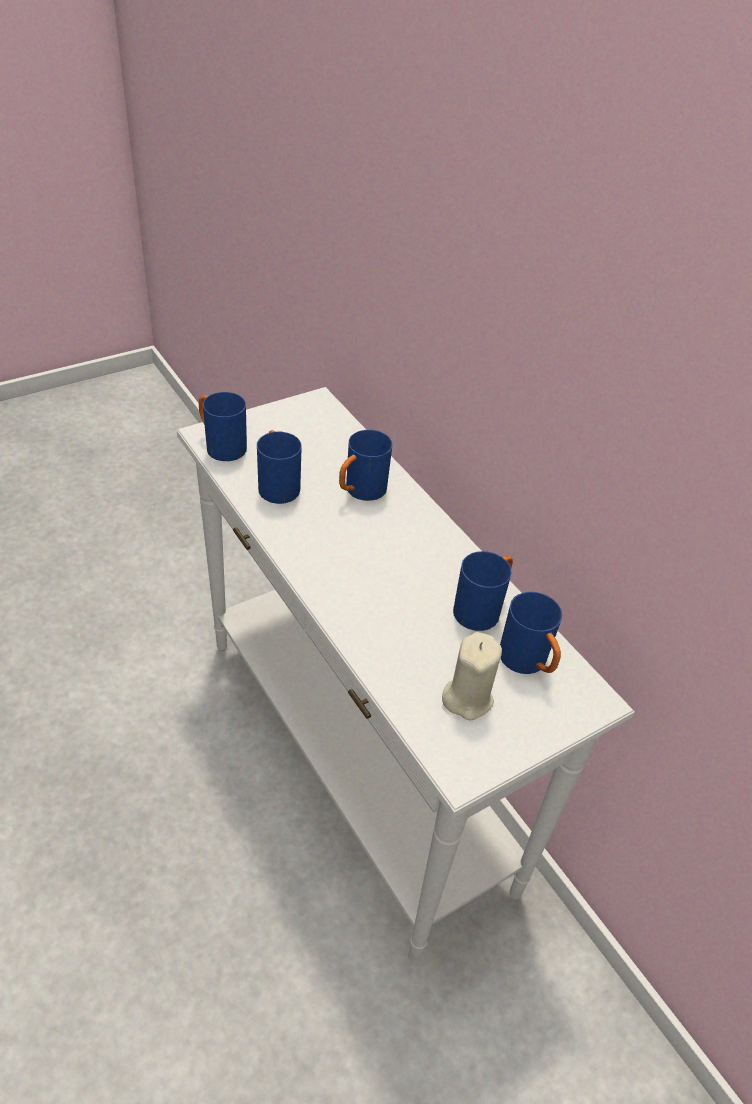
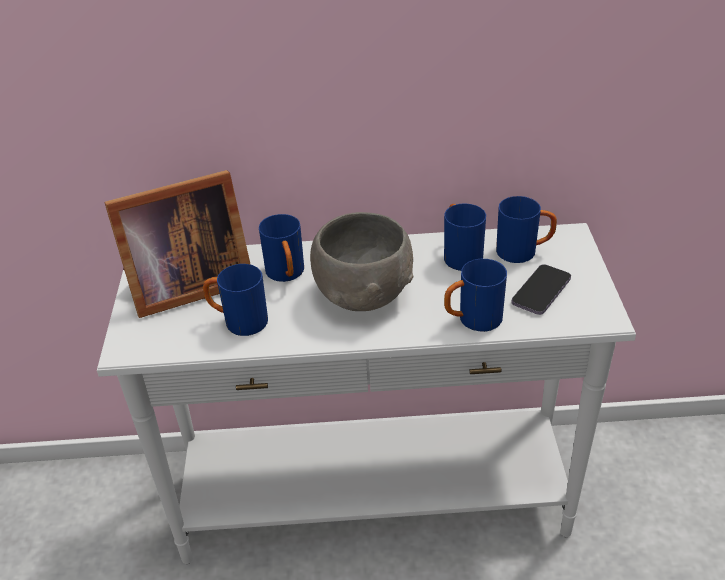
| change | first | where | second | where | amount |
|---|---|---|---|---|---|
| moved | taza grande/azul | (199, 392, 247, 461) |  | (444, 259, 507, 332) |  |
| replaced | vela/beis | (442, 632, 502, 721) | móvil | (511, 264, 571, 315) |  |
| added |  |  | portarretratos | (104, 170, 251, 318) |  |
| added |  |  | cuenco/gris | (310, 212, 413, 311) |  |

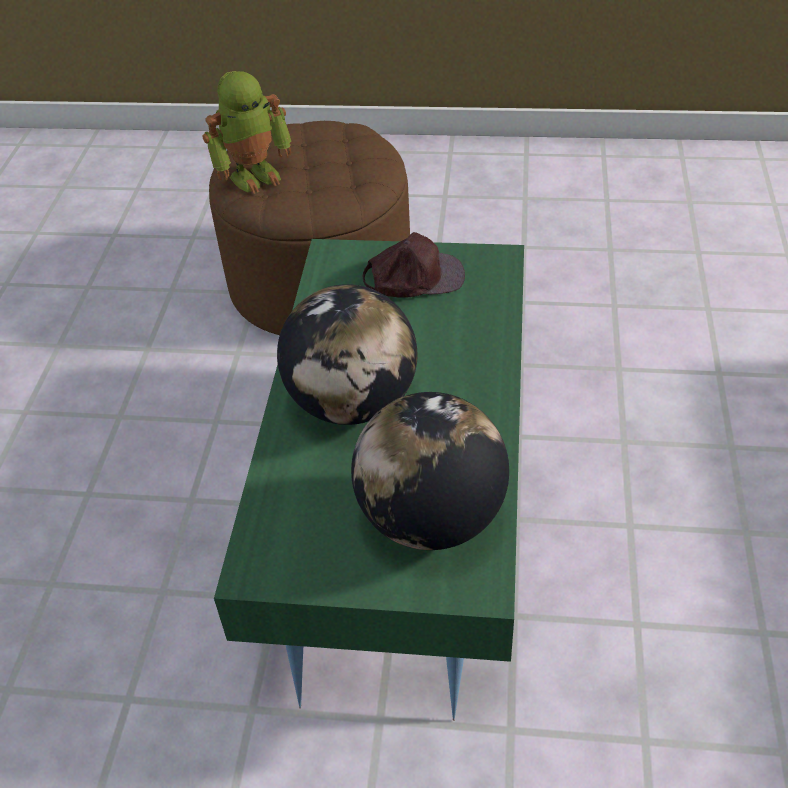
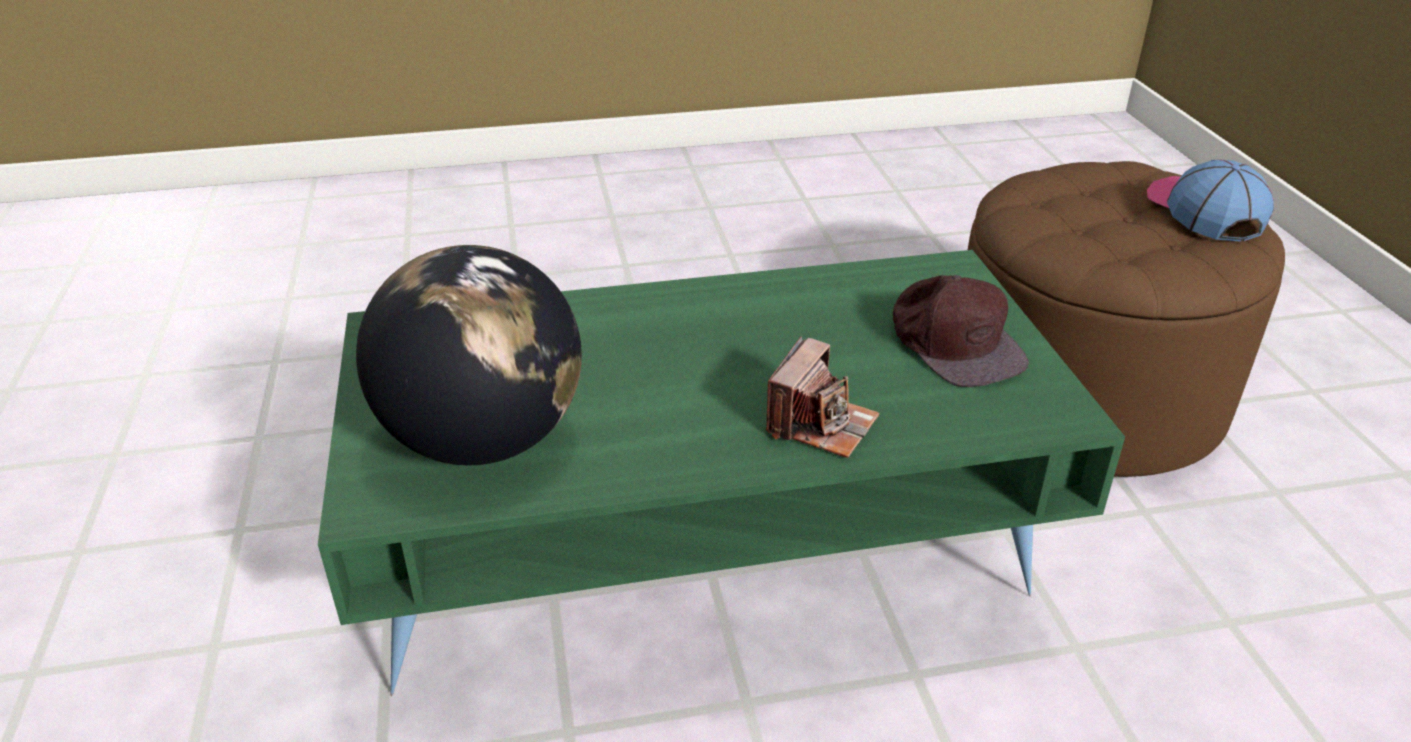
| change | first | where | second | where | amount |
|---|---|---|---|---|---|
| removed | robot de juguete | (202, 71, 292, 194) |  |  |  |
| removed | globo terráqueo | (277, 284, 418, 425) |  |  |  |
| added |  |  | gorra | (1147, 159, 1274, 242) |  |
| added |  |  | cámara | (766, 336, 879, 458) |  |

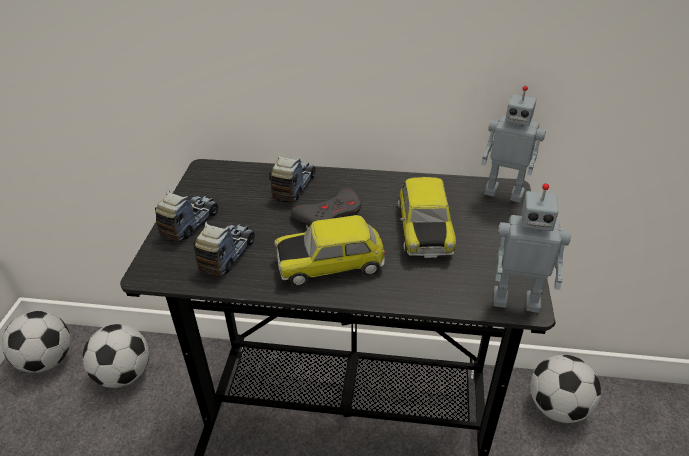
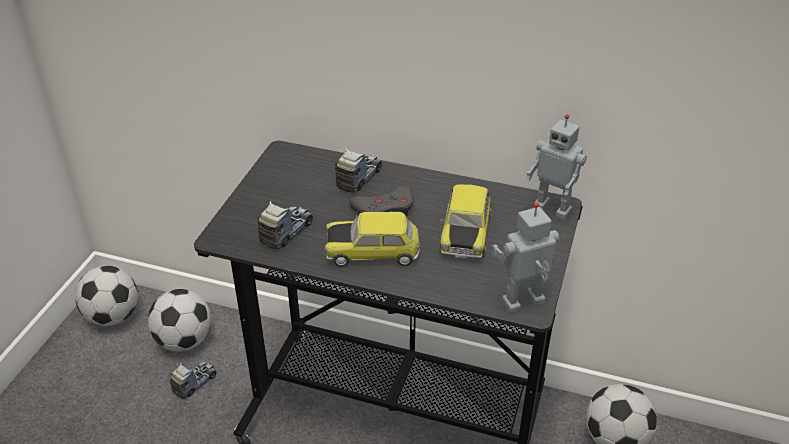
| change | first | where | second | where | amount |
|---|---|---|---|---|---|
| turned | robot de juguete | (493, 184, 571, 313) |  | (491, 202, 559, 313) | 135 degrees clockwise |
| moved | camión de juguete | (155, 190, 218, 243) |  | (170, 362, 217, 399) |  |

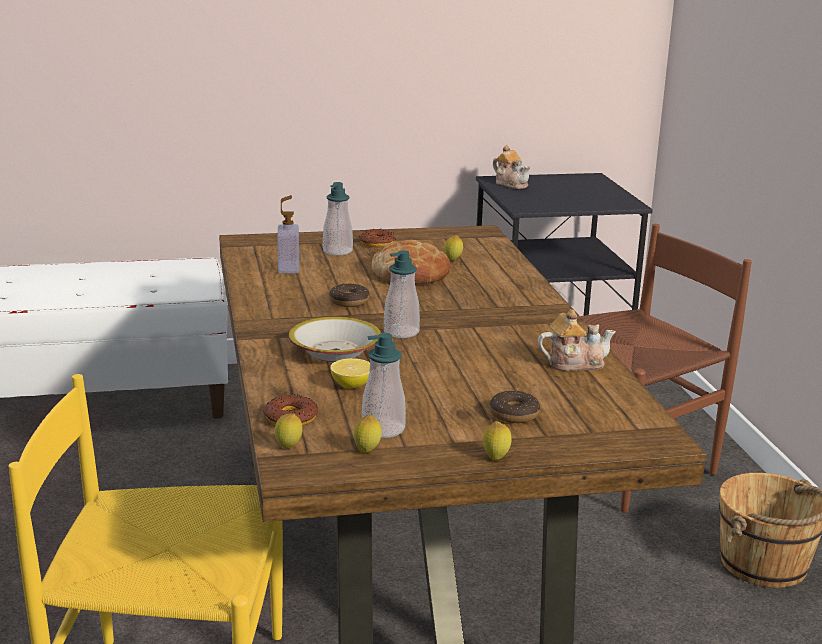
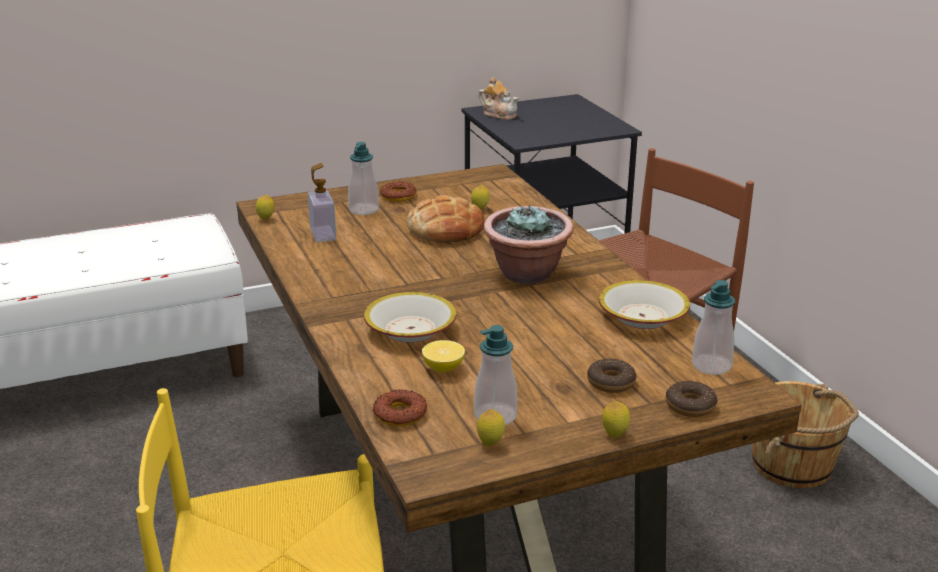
| change | first | where | second | where | amount |
|---|---|---|---|---|---|
| moved | dispensador de jabón | (384, 250, 420, 338) |  | (692, 280, 735, 375) |  |
| moved | rosquilla | (329, 284, 369, 307) |  | (666, 381, 718, 417) |  |
| replaced | tetera | (538, 309, 616, 371) | cuenco | (599, 280, 690, 329) |  |
| moved | limón | (275, 413, 303, 448) |  | (256, 195, 275, 219) |  |
| added |  |  | planta en maceta | (484, 206, 573, 284) |  |

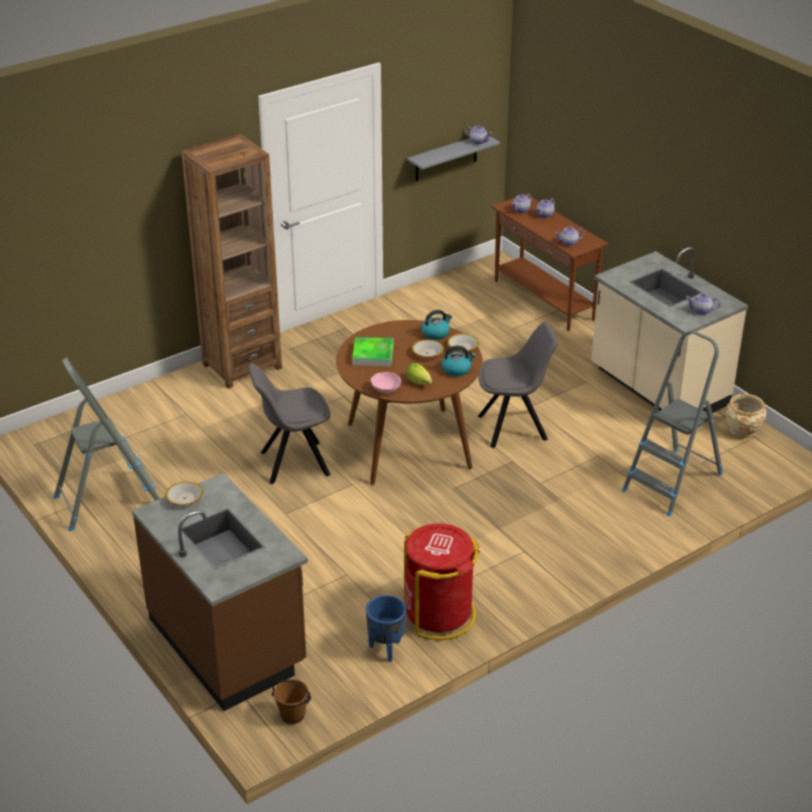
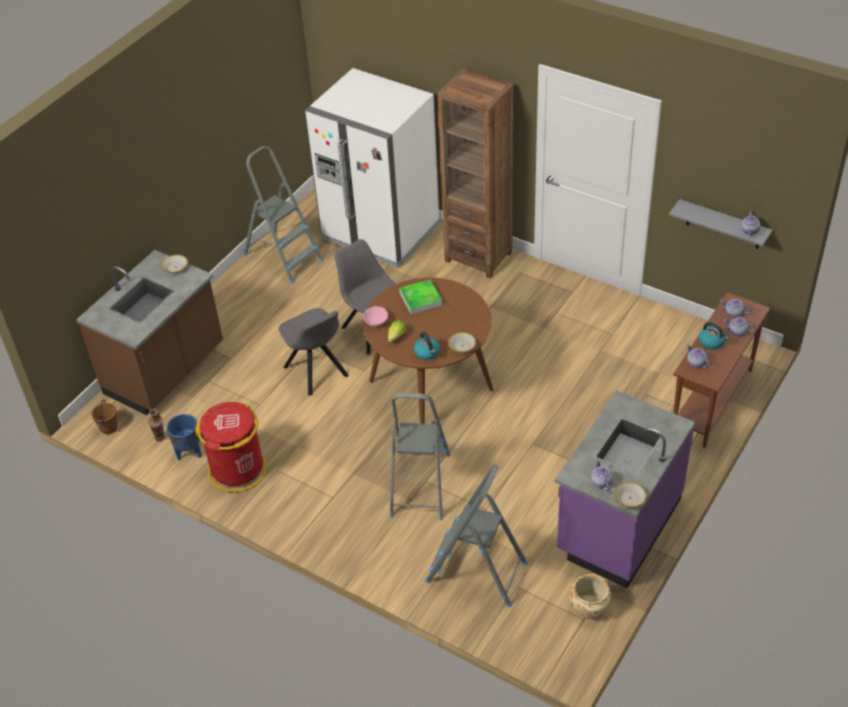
| change | first | where | second | where | amount |
|---|---|---|---|---|---|
| recoloured | mueble bajo de cocina/beis | (591, 247, 748, 413) | mueble bajo de cocina/morado | (555, 390, 695, 588) |  |
| moved | hervidor | (421, 310, 452, 340) |  | (699, 322, 728, 349) |  |
| moved | silla/gris | (478, 322, 559, 448) |  | (279, 308, 349, 396) |  |
| moved | cuenco | (412, 339, 444, 359) |  | (614, 482, 647, 508) |  |
| added |  |  | nevera/blanco | (305, 68, 440, 268) |  |
| added |  |  | escalera de tijera/gris | (390, 393, 450, 520) |  |
| added |  |  | florero | (148, 409, 165, 442) |  |

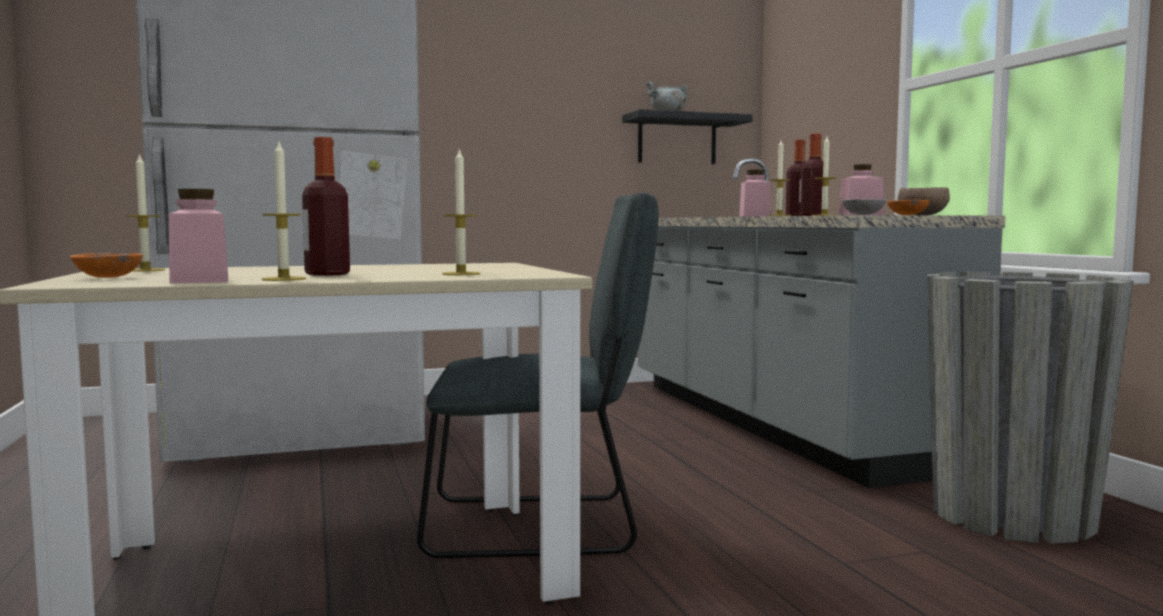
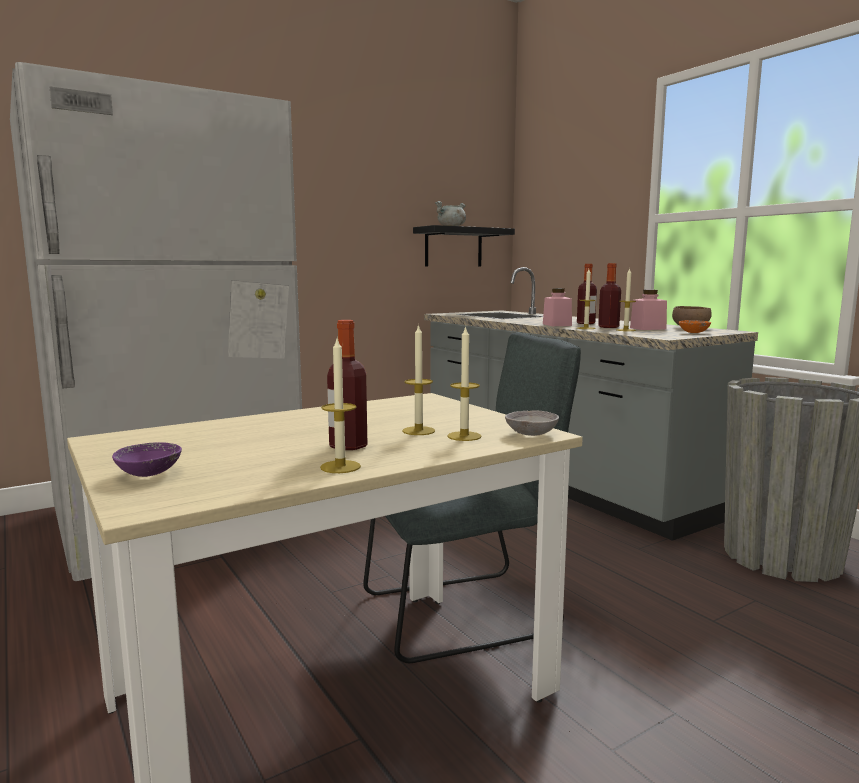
| change | first | where | second | where | amount |
|---|---|---|---|---|---|
| moved | vela | (126, 153, 165, 272) |  | (403, 324, 435, 435) |  |
| removed | tarro/rosa | (169, 189, 228, 284) |  |  |  |
| moved | cuenco/gris | (841, 199, 886, 215) |  | (505, 410, 559, 436) |  |
| recoloured | cuenco/naranja | (70, 253, 143, 278) | cuenco/morado | (112, 442, 182, 477) |  |

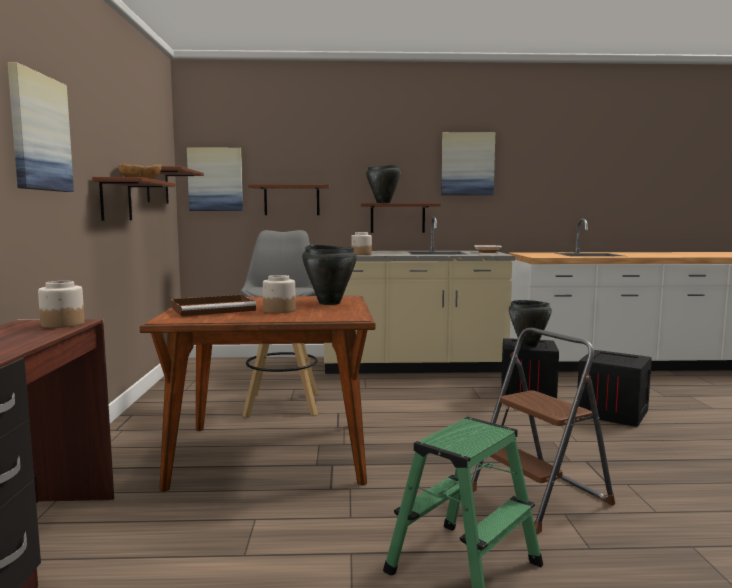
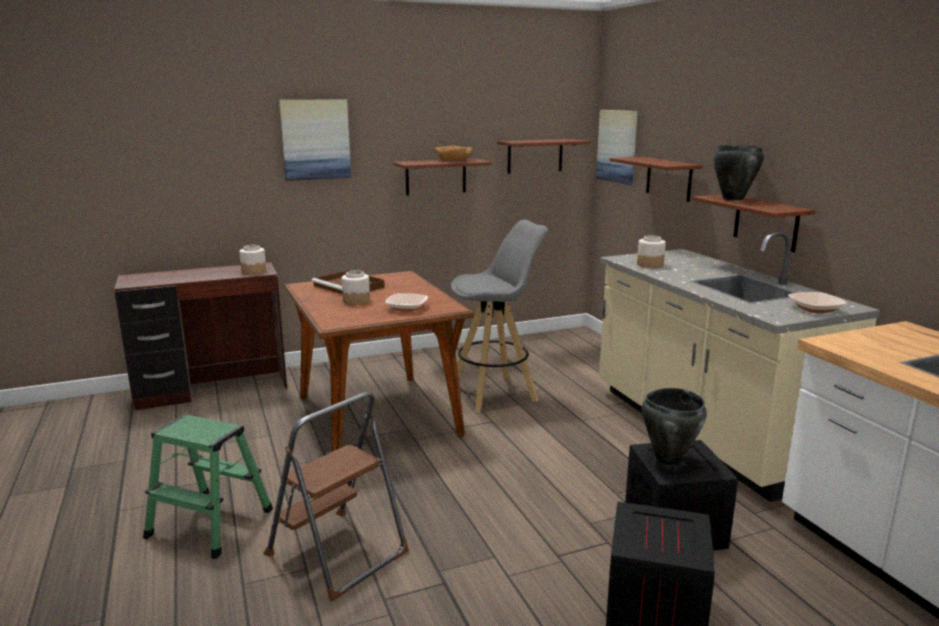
| change | first | where | second | where | amount |
|---|---|---|---|---|---|
| removed | cuadro | (441, 132, 495, 195) |  |  |  |
| replaced | olla/negro | (302, 245, 357, 305) | cuenco | (385, 293, 428, 312) |  |

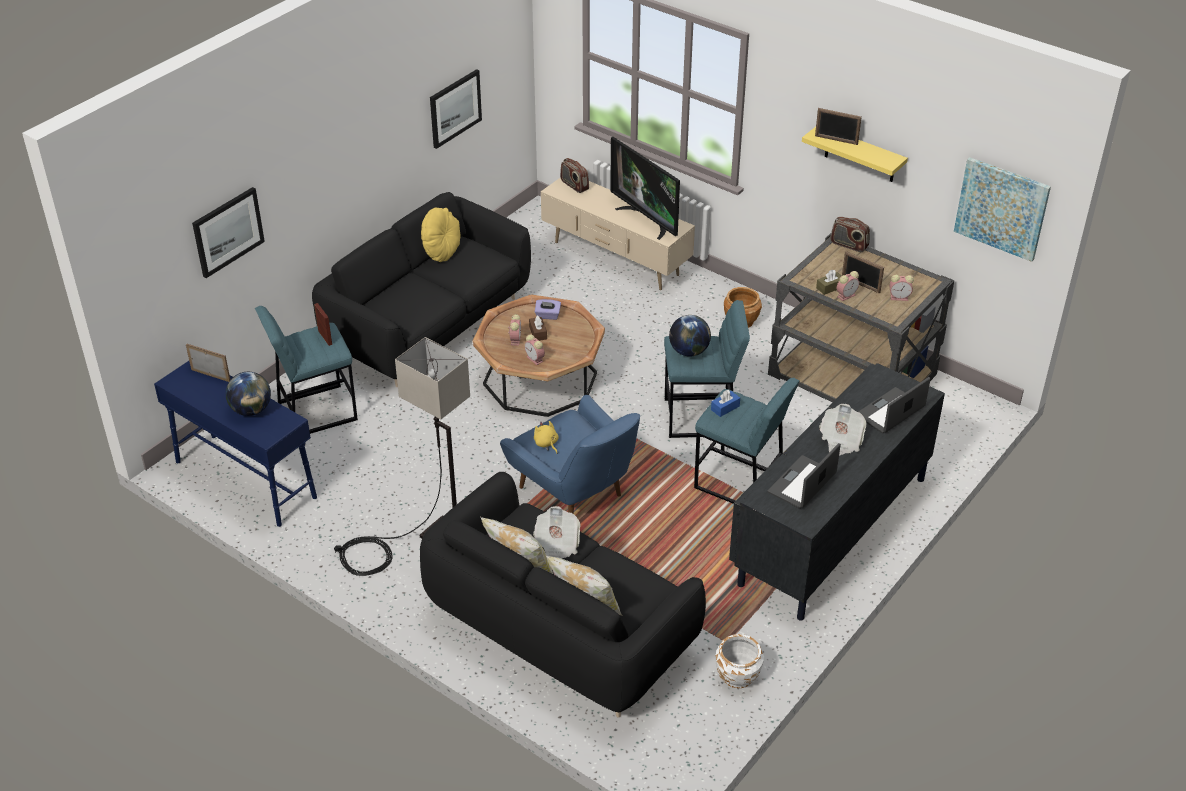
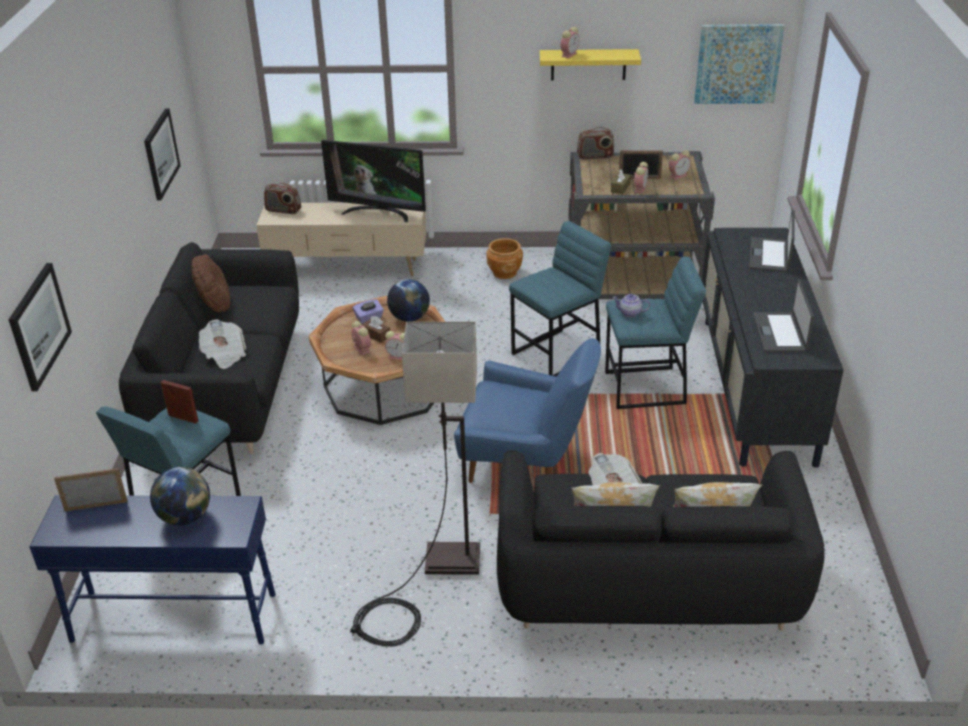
| change | first | where | second | where | amount |
|---|---|---|---|---|---|
| replaced | portarretratos | (815, 108, 862, 145) | despertador | (561, 27, 579, 58) |  |
| recoloured | cojín/amarillo | (421, 208, 461, 262) | cojín/marrón | (191, 254, 230, 312) |  |
| moved | globo terráqueo | (669, 315, 711, 357) |  | (387, 279, 430, 322) |  |
| replaced | caja de pañuelos/azul | (711, 390, 740, 417) | tetera | (612, 294, 650, 317) |  |
| moved | periódico | (819, 404, 867, 455) |  | (199, 319, 246, 369) |  |
| removed | peluche/amarillo | (534, 421, 559, 454) |  |  |  |
| removed | maceta/blanco | (715, 634, 764, 688) |  |  |  |

